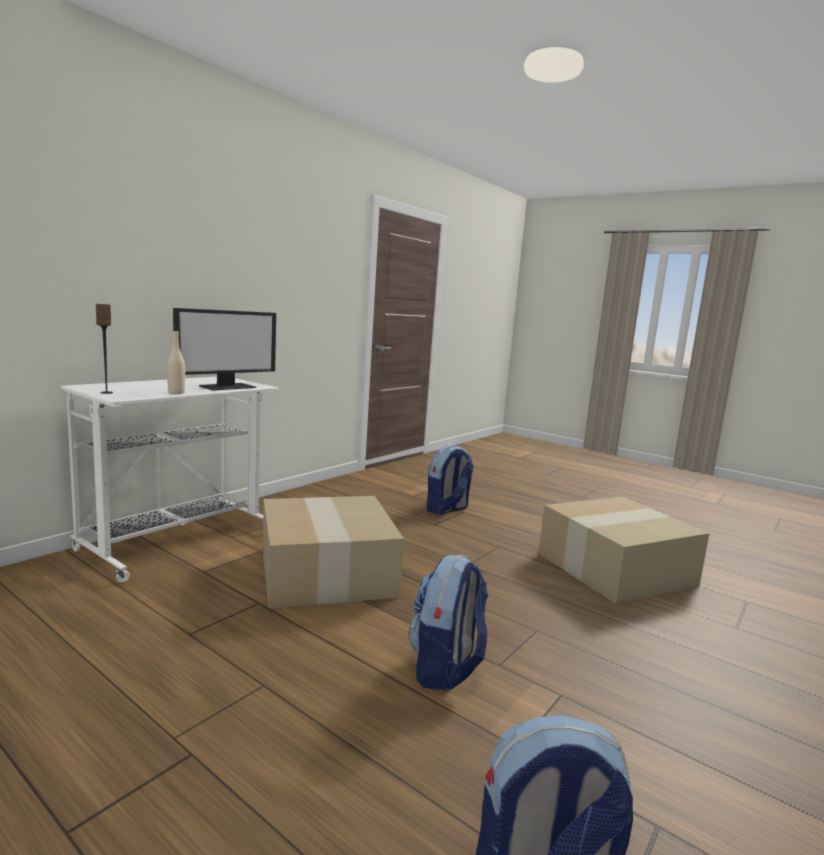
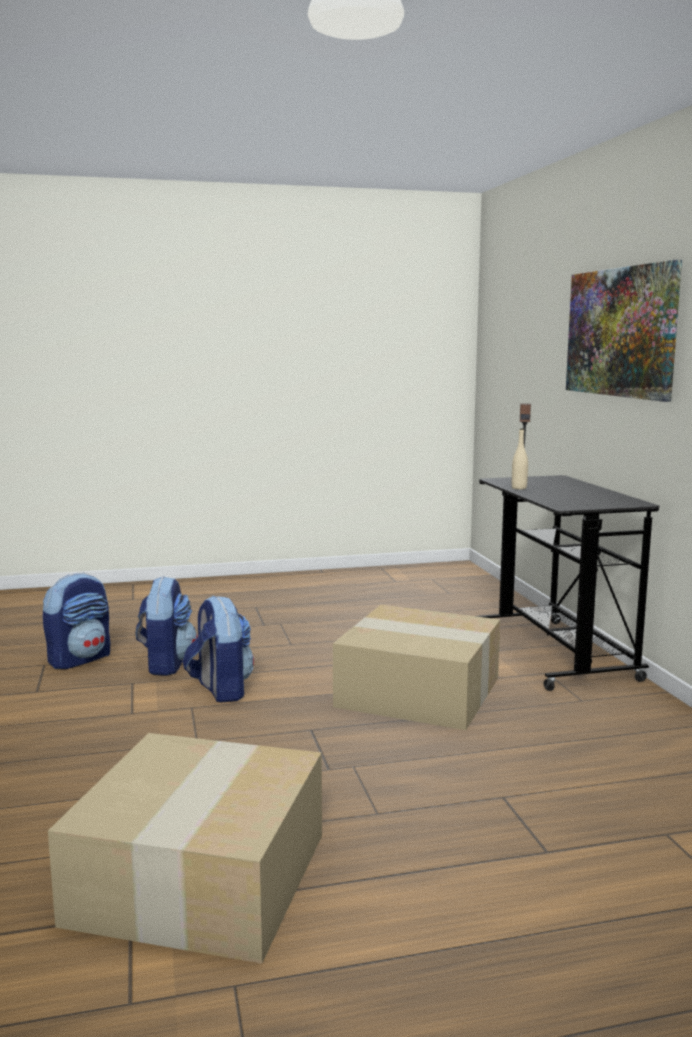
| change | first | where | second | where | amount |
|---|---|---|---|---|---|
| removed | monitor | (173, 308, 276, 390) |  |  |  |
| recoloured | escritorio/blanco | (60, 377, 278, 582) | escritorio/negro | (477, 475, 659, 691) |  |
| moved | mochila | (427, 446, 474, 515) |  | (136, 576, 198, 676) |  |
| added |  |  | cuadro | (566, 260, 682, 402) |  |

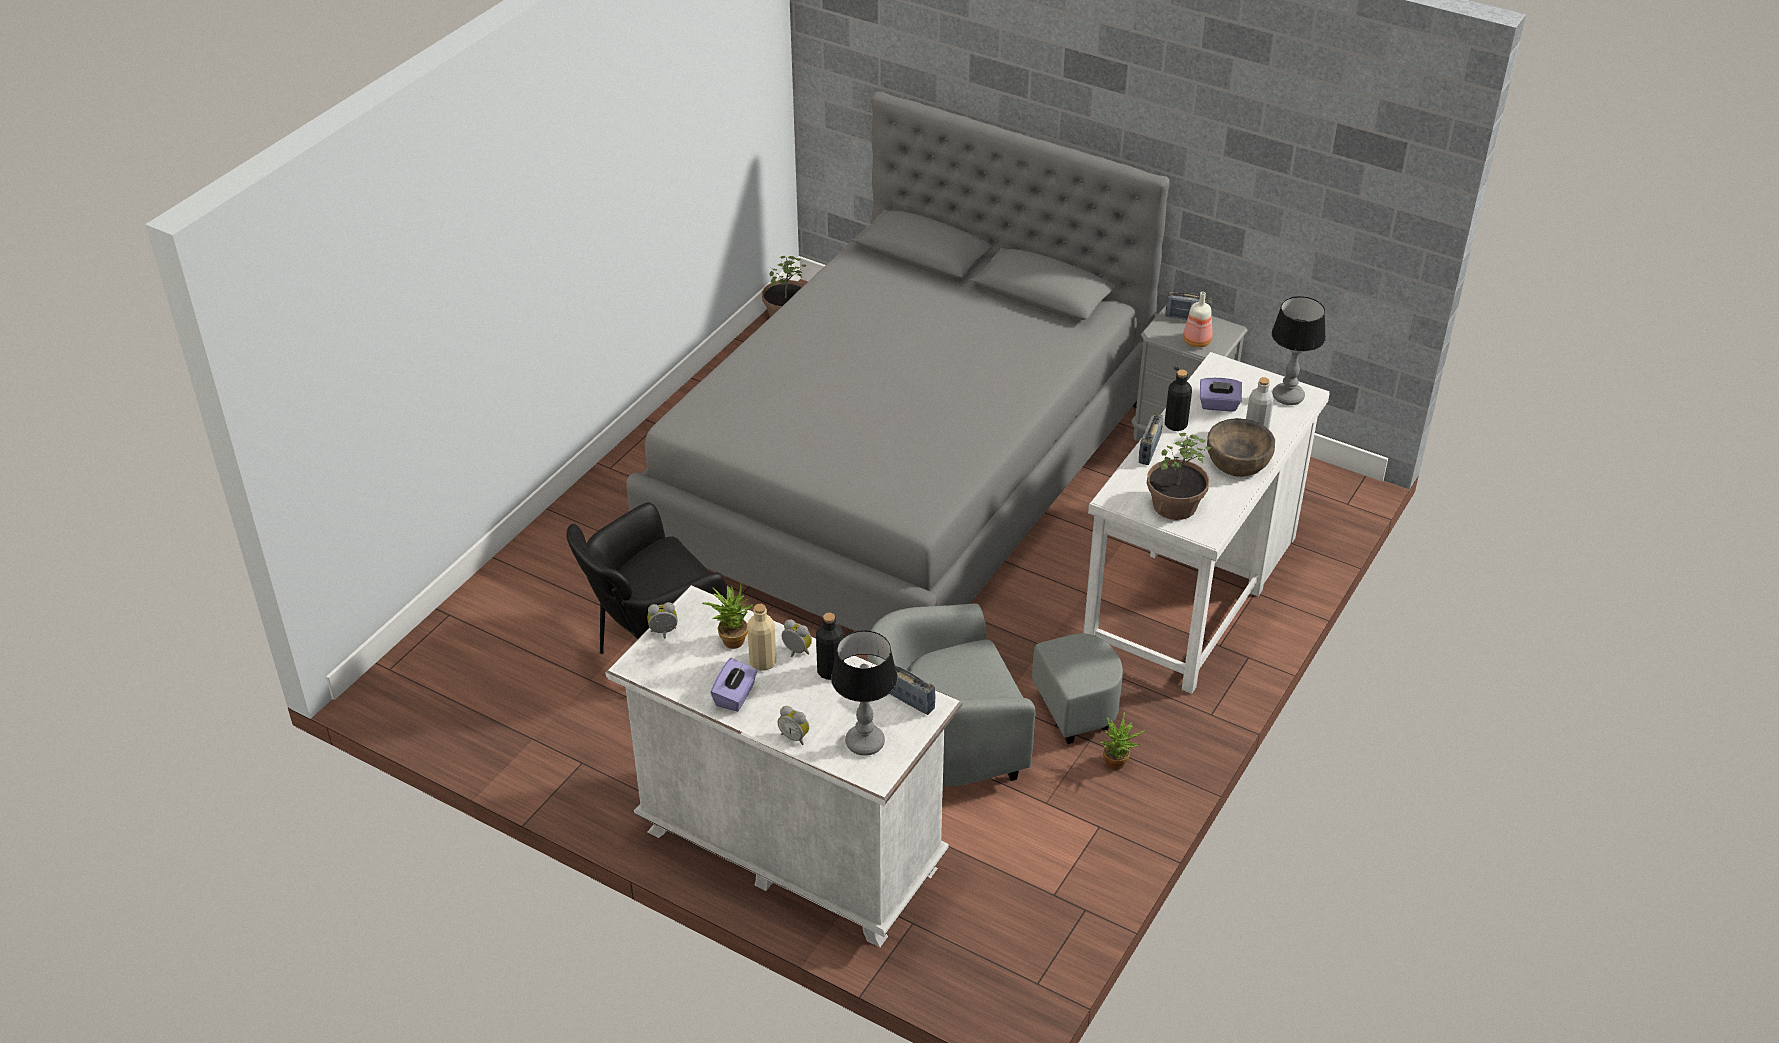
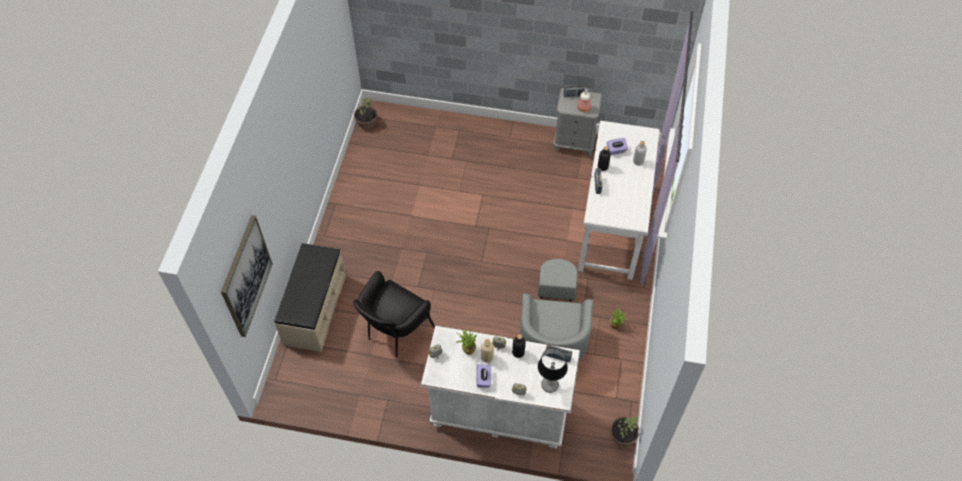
| change | first | where | second | where | amount |
|---|---|---|---|---|---|
| removed | cama/gris | (626, 91, 1170, 631) |  |  |  |
| removed | lámpara de mesa | (1271, 296, 1326, 405) |  |  |  |
| removed | cuenco/marrón | (1207, 418, 1275, 477) |  |  |  |
| moved | planta en maceta | (1147, 433, 1211, 520) |  | (610, 416, 640, 448) |  |
| turned | sillón/gris | (867, 604, 1123, 787) |  | (520, 259, 593, 361) | 45 degrees counterclockwise |
| added |  |  | cuadro | (221, 215, 273, 337) |  |
| added |  |  | banco/beis | (274, 243, 346, 352) |  |

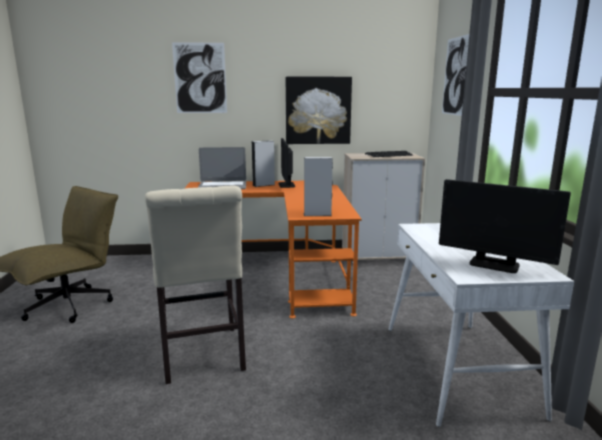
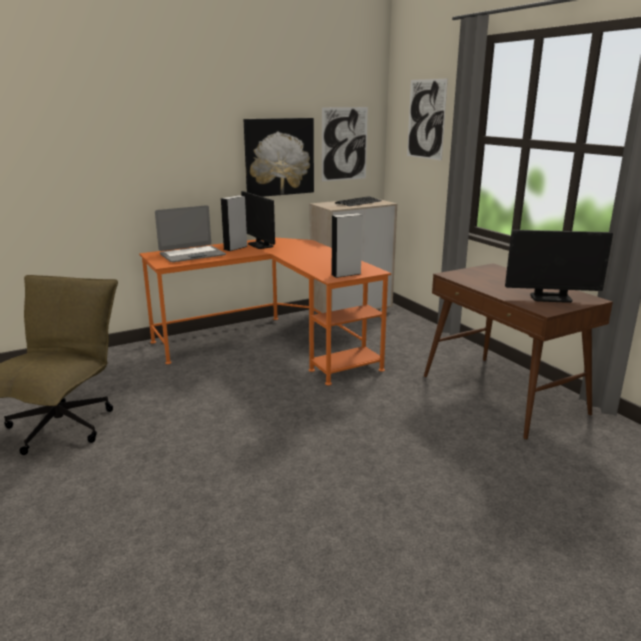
| change | first | where | second | where | amount |
|---|---|---|---|---|---|
| moved | cuadro | (172, 42, 227, 113) |  | (322, 107, 368, 182) |  |
| removed | taburete/beis | (145, 185, 246, 384) |  |  |  |
| recoloured | escritorio/blanco | (388, 223, 574, 427) | escritorio/marrón | (424, 263, 613, 440) |  |

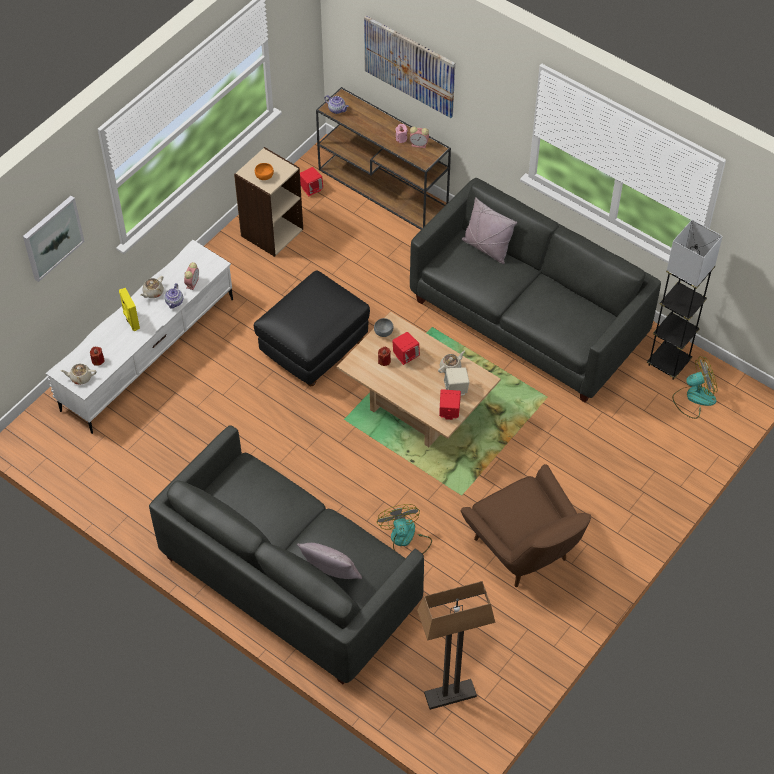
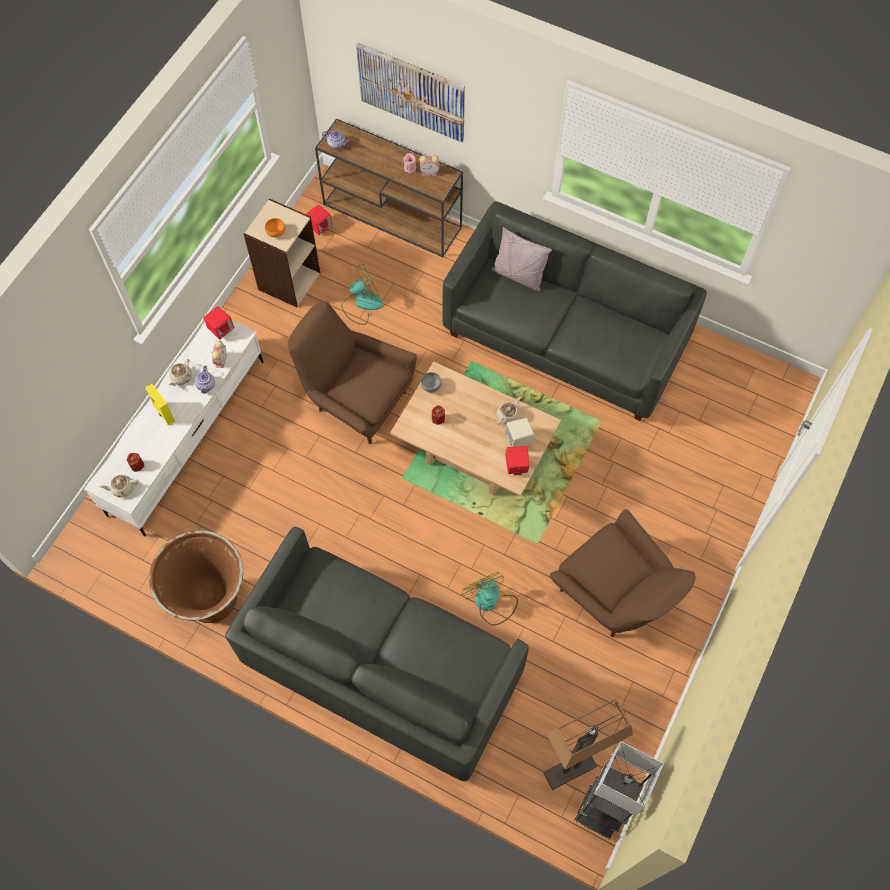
| change | first | where | second | where | amount |
|---|---|---|---|---|---|
| removed | cuadro | (23, 196, 85, 282) |  |  |  |
| moved | lámpara de pie/gris | (647, 220, 723, 380) |  | (574, 741, 664, 840) |  |
| replaced | puf/negro | (254, 270, 370, 386) | sillón/marrón | (288, 301, 417, 444) |  |
| moved | altavoz/rojo | (392, 332, 420, 365) |  | (203, 306, 234, 340) |  |
| moved | ventilador | (672, 356, 717, 419) |  | (341, 264, 384, 325) |  |
| removed | cojín/morado | (297, 543, 362, 579) |  |  |  |
| added |  |  | maceta/marrón | (149, 530, 243, 623) |  |

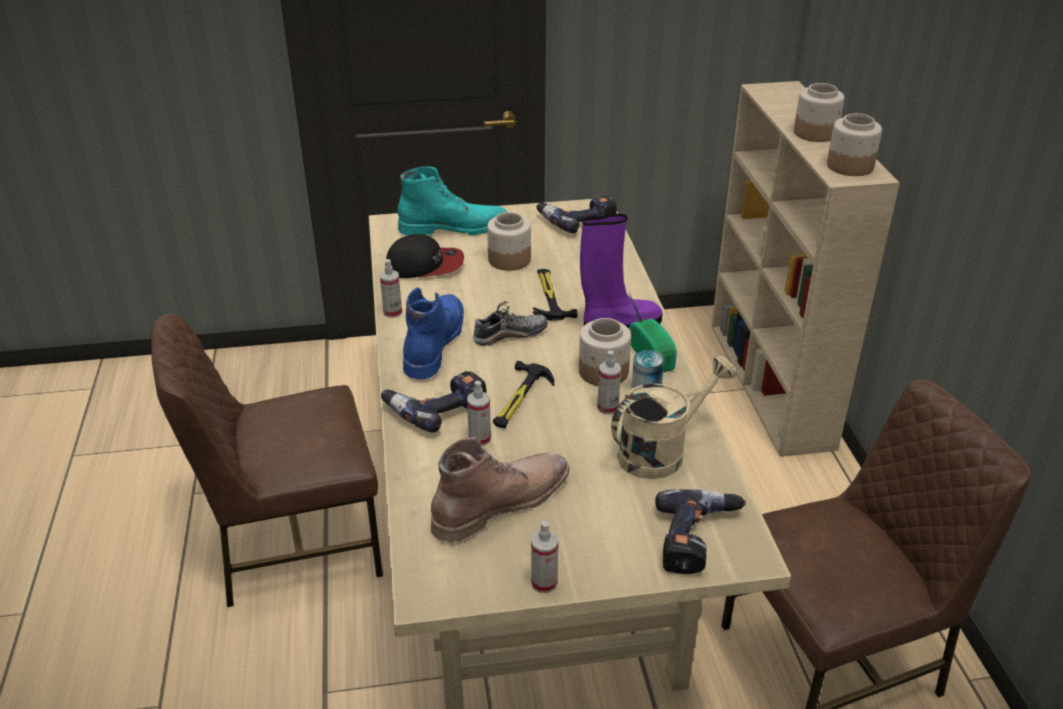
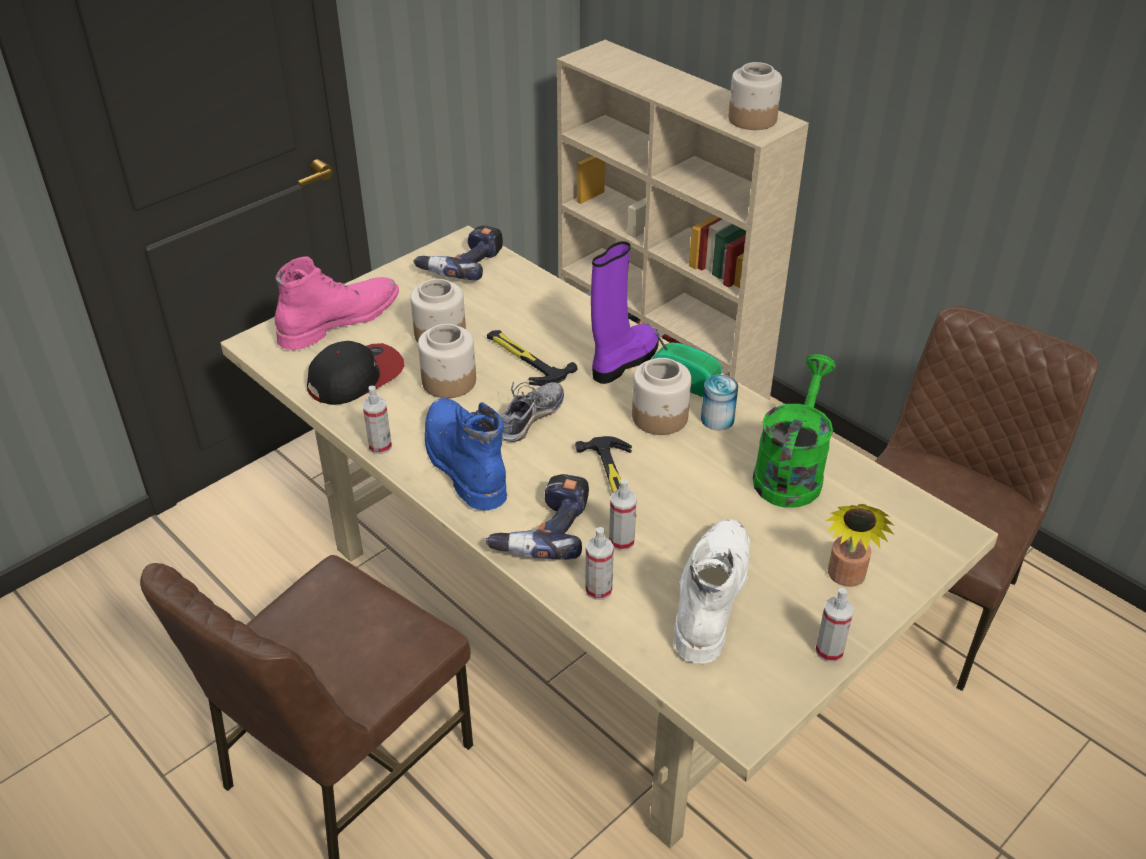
| change | first | where | second | where | amount |
|---|---|---|---|---|---|
| moved | tarro | (794, 83, 845, 142) |  | (418, 324, 476, 398) |  |
| recoloured | bota/turquesa | (397, 166, 507, 235) | bota/rosa | (275, 256, 399, 350) |  |
| moved | pulverizador | (597, 350, 621, 414) |  | (585, 527, 614, 600) |  |
| recoloured | regadera/beis | (611, 355, 736, 479) | regadera/verde | (753, 354, 836, 508) |  |
| recoloured | bota/marrón | (430, 437, 570, 543) | bota/blanco | (673, 519, 750, 664) |  |
| removed | taladro | (655, 489, 746, 574) |  |  |  |
| added |  |  | planta en maceta | (826, 504, 894, 587) |  |

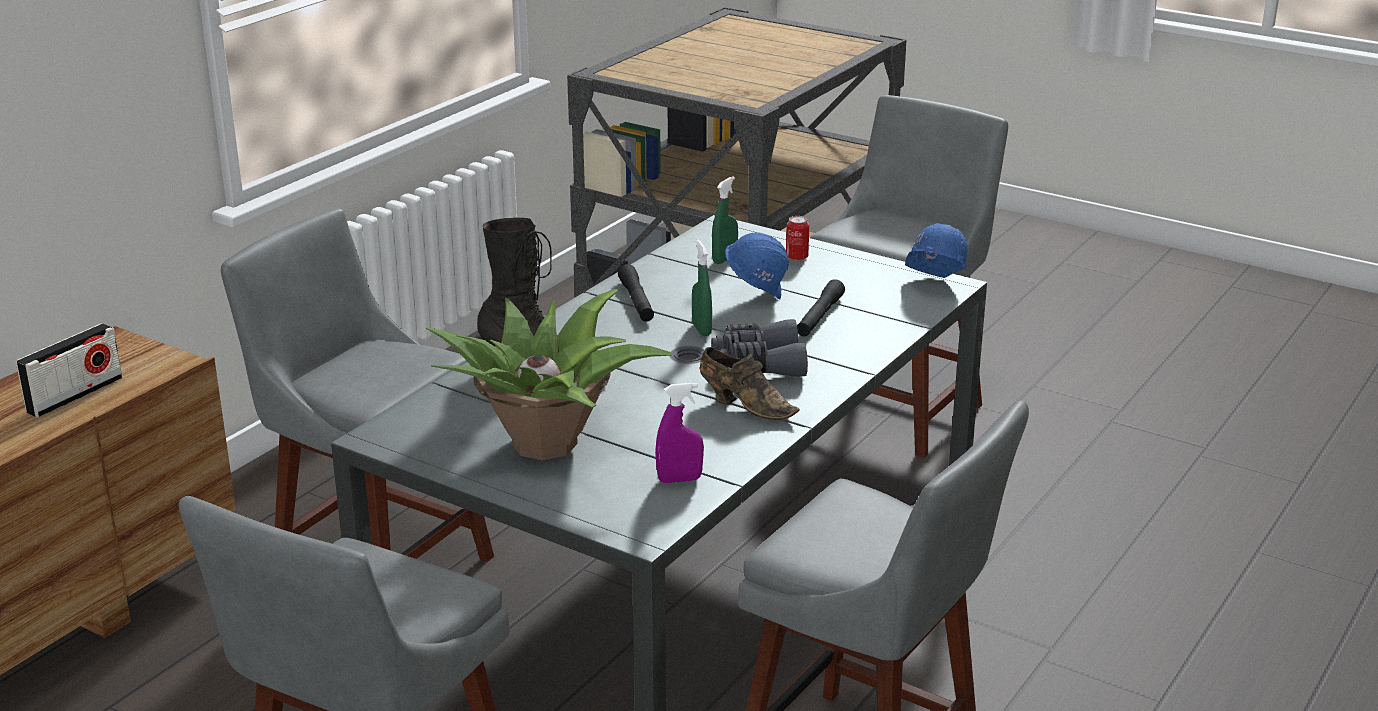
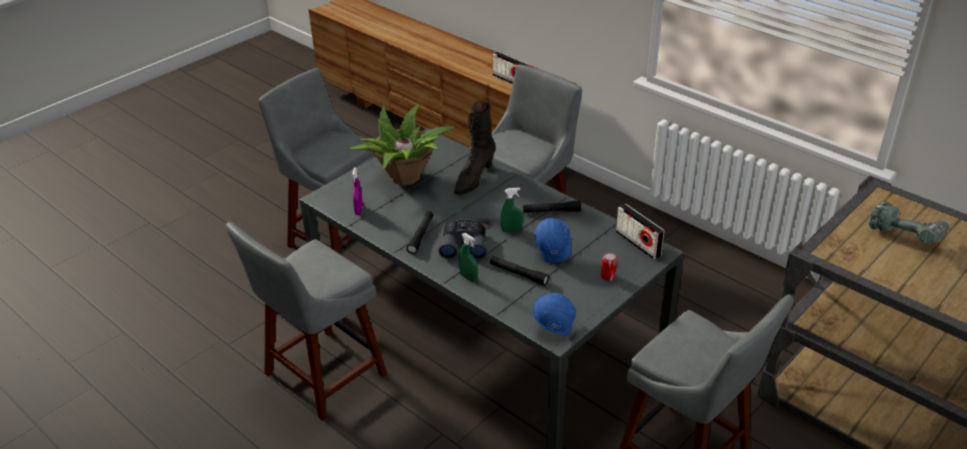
| change | first | where | second | where | amount |
|---|---|---|---|---|---|
| moved | pulverizador/verde | (712, 176, 738, 264) |  | (459, 233, 478, 282) |  |
| replaced | zapato/marrón | (699, 347, 800, 420) | linterna/negro | (406, 211, 433, 254) |  |
| added |  |  | taladro | (868, 201, 950, 244) |  |
| added |  |  | radio | (616, 204, 664, 259) |  |

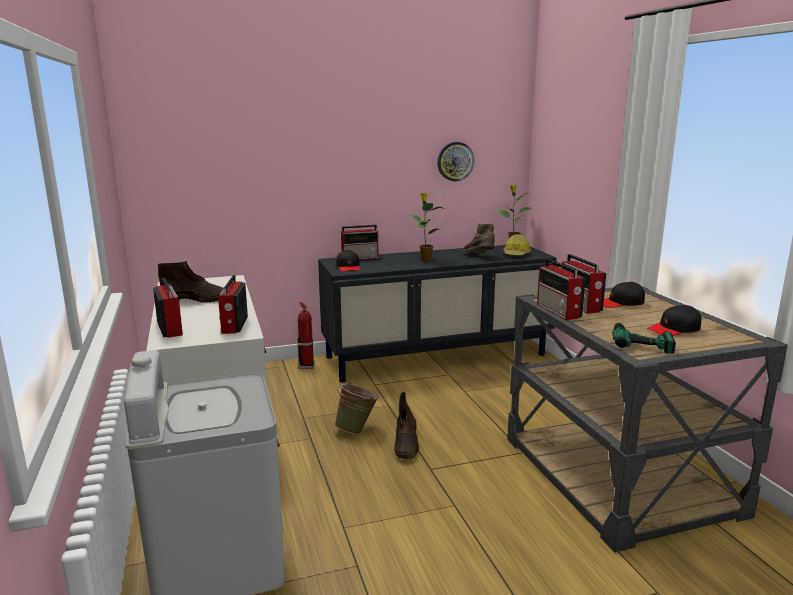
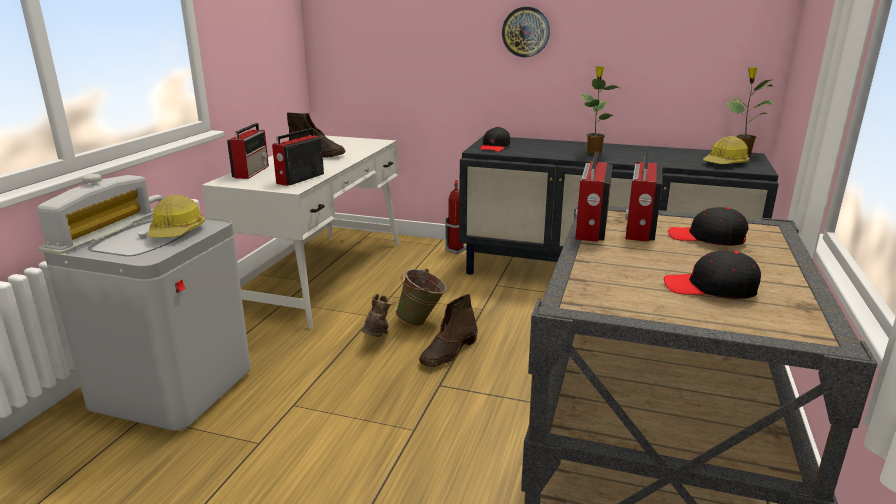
| change | first | where | second | where | amount |
|---|---|---|---|---|---|
| moved | reloj de pared | (437, 142, 474, 181) |  | (502, 7, 550, 57) |  |
| moved | bota/marrón | (463, 223, 495, 254) |  | (362, 293, 396, 337) |  |
| removed | radio | (341, 225, 379, 260) |  |  |  |
| removed | taladro | (612, 323, 676, 354) |  |  |  |
| added |  |  | casco | (147, 195, 205, 238) |  |

